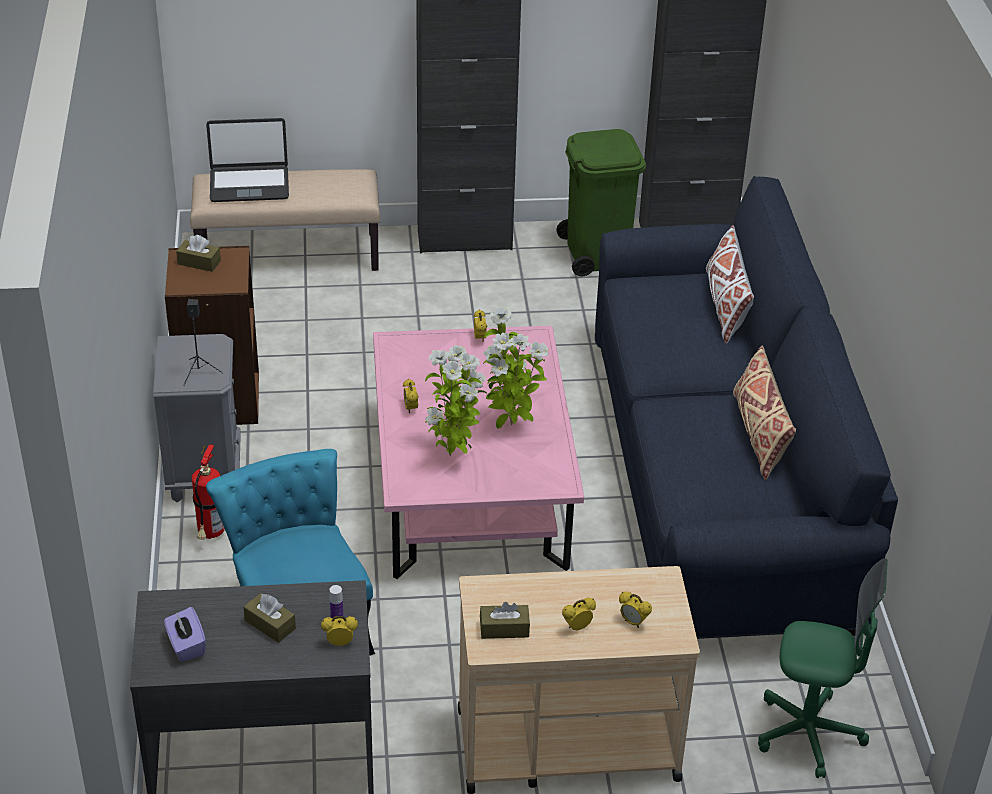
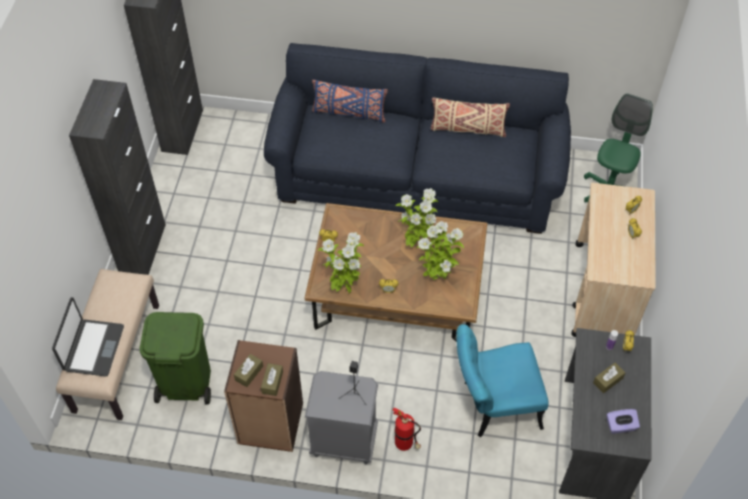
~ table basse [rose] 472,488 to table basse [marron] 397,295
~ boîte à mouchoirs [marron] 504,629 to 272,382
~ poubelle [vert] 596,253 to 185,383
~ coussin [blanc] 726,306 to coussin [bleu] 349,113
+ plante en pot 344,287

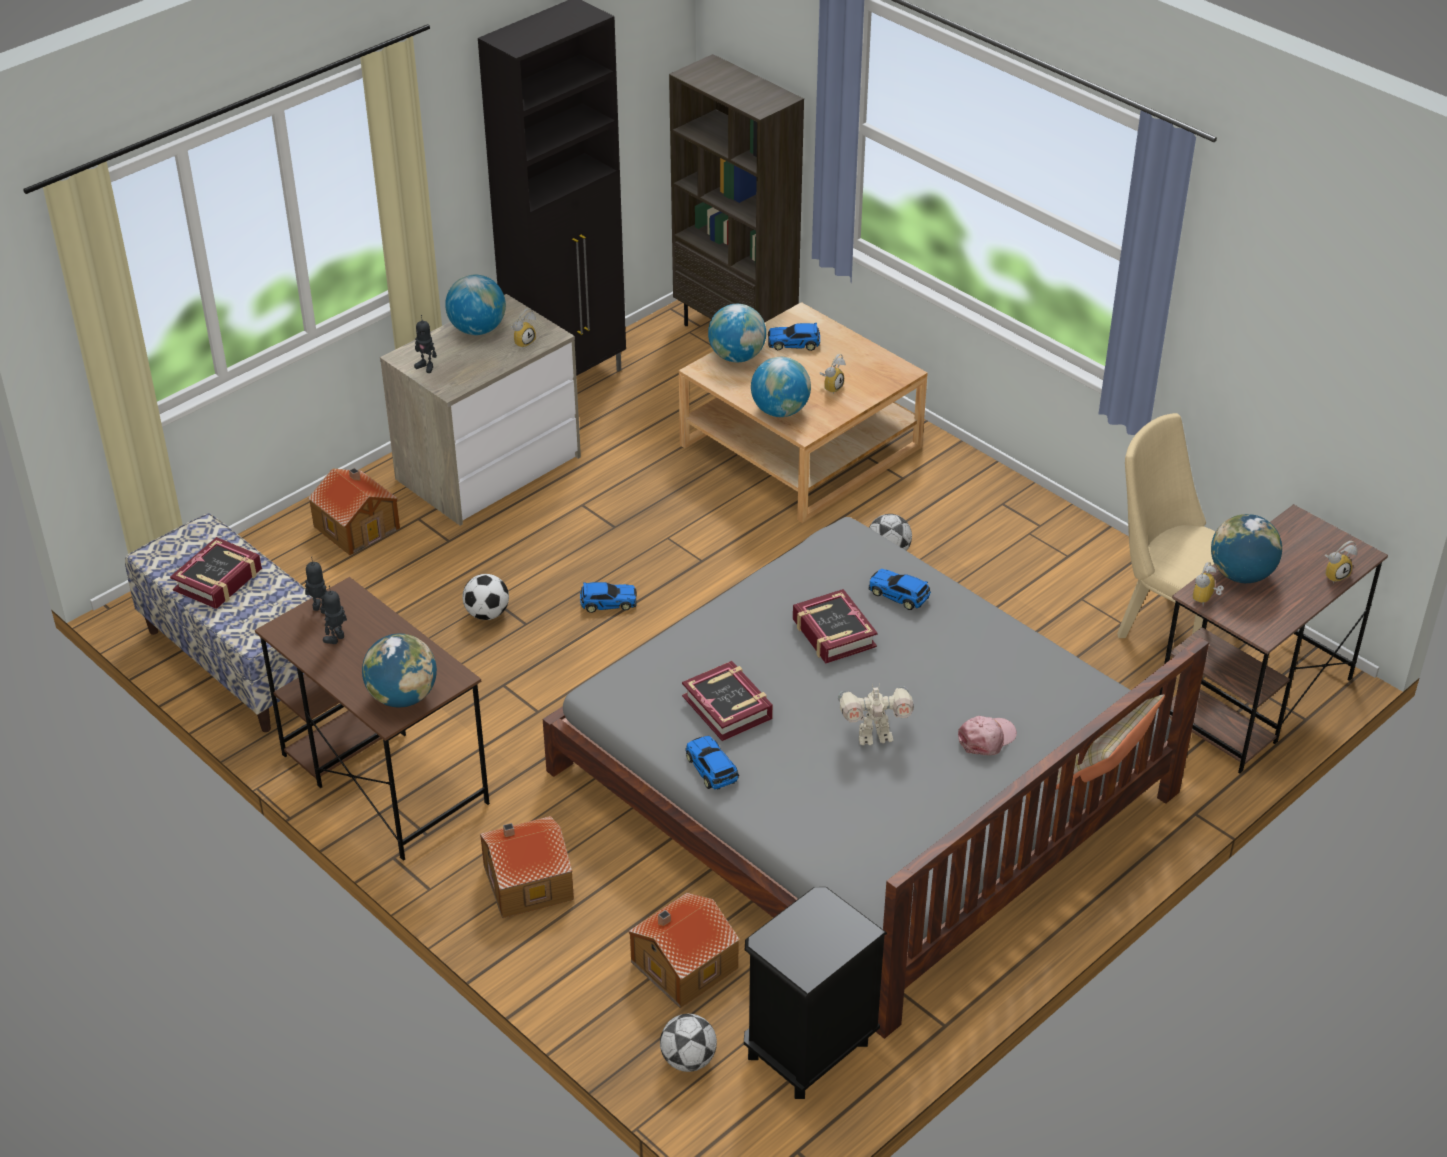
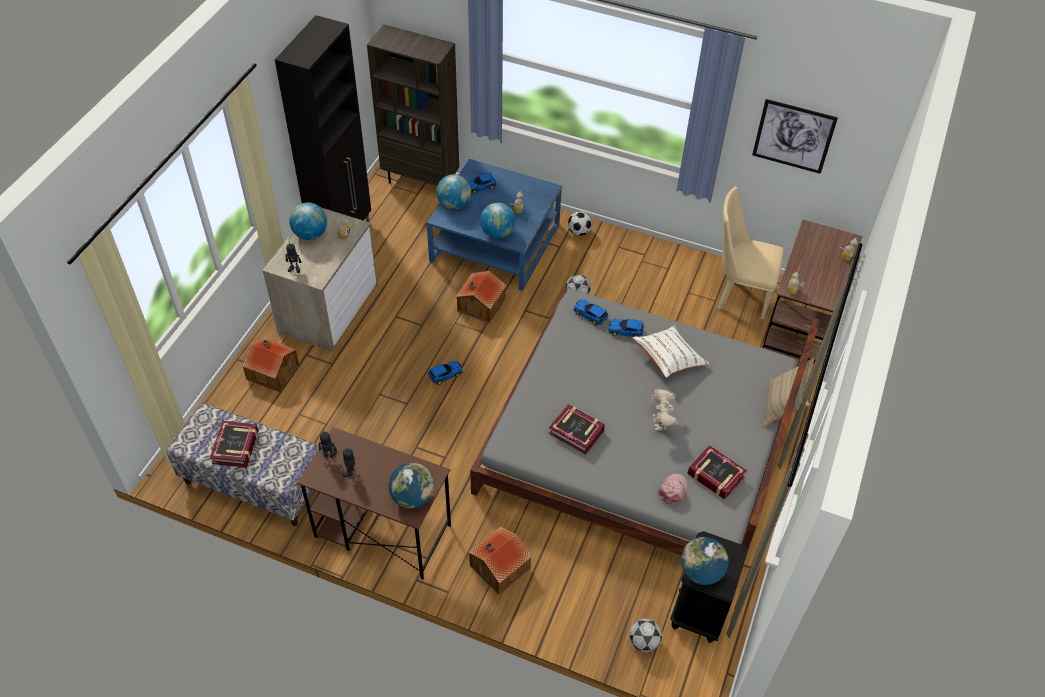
~ ballon de foot 487,614 to 579,232
~ maison miniature 682,965 to 480,305
~ table basse [beige] 800,446 to table basse [bleu] 495,242
~ petite voiture 712,769 to 590,315
~ livre 833,633 to 715,475
~ robot jouet 874,736 = 661,423 120 degrees clockwise
~ casquette [rose] 987,738 to 673,490
~ globe 1241,575 to 701,572
+ coussin [blanc] 668,359
+ tableau 793,136

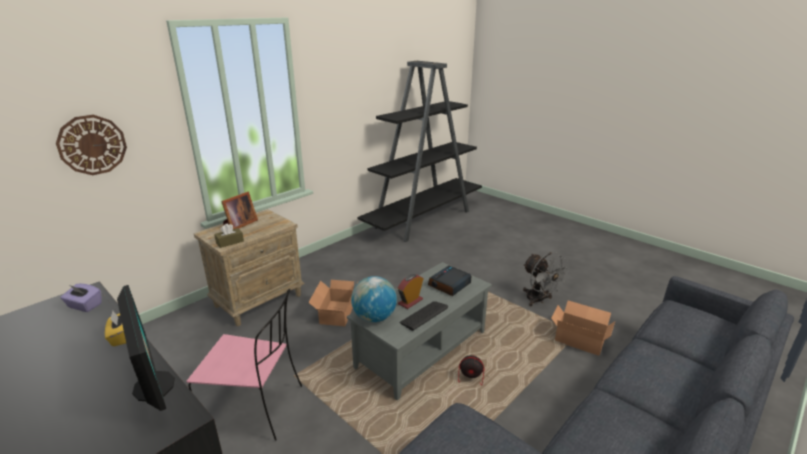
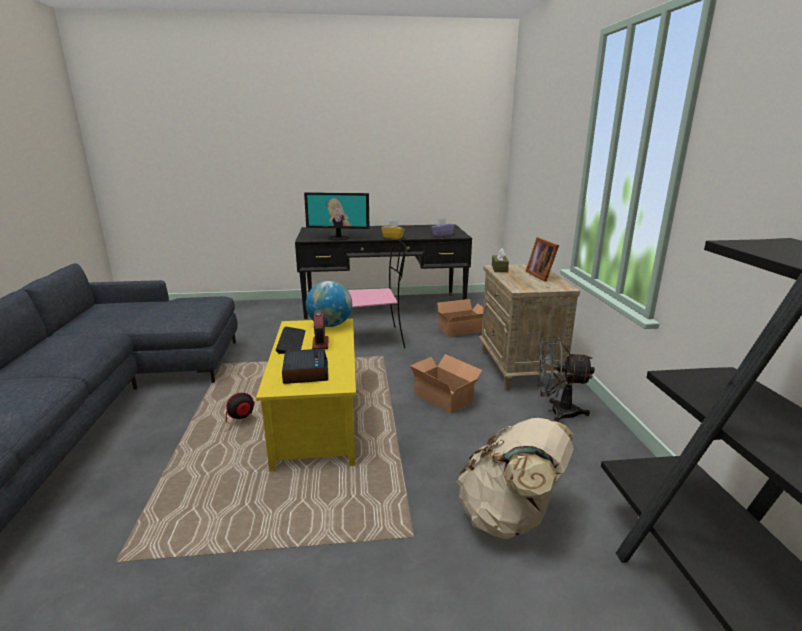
- horloge murale 92,145
~ chaise [rose] 255,407 = 372,340 150 degrees counterclockwise
~ table basse [gris] 422,350 to table basse [jaune] 316,418
~ ventilateur [gris] 539,300 to 556,412
~ carton 578,338 to 461,330
+ sac à dos [beige] 509,517

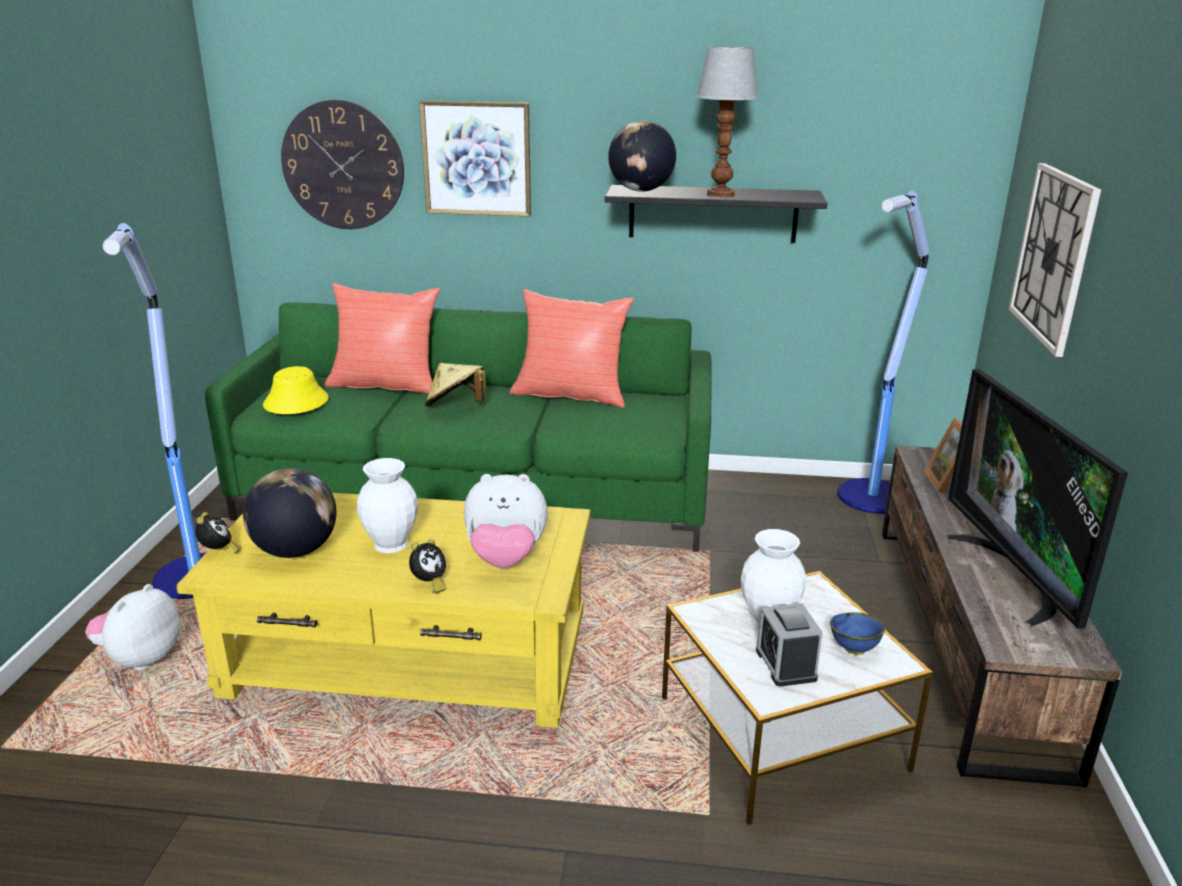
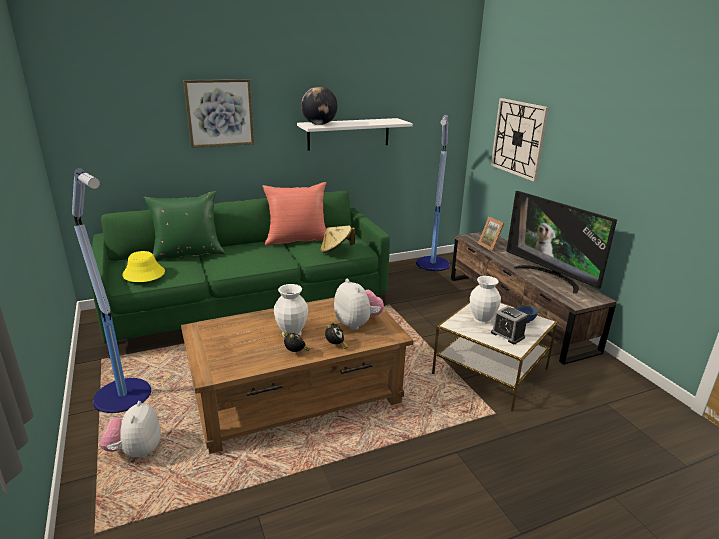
~ table basse [jaune] 410,659 to table basse [marron] 298,397
~ réveil 219,552 to 296,353
- globe 295,551
- horloge murale 343,165
~ coussin [rouge] 386,385 to coussin [vert] 188,254
~ chapeau [beige] 455,406 to 336,250
~ peluche 506,559 = 357,324 90 degrees counterclockwise
~ étagère [noir] 713,213 to étagère [blanc] 348,134
- lampe de table 720,195

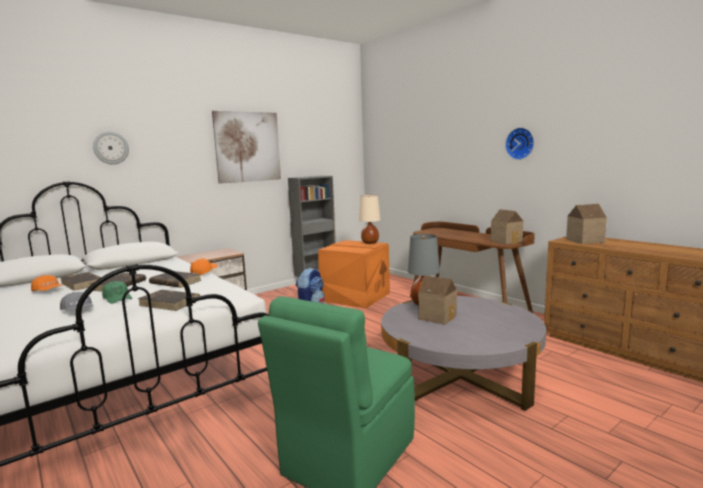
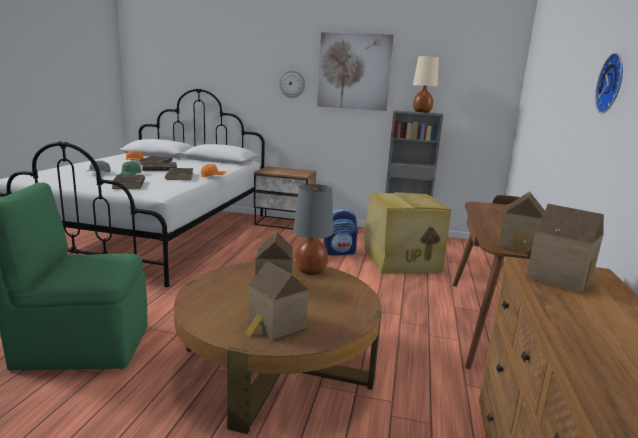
~ horloge murale 111,148 to 292,83
~ boîte de rangement [orange] 356,297 to boîte de rangement [beige] 400,261
~ lampe de table [beige] 370,243 to 421,112
~ table basse [gris] 459,375 to table basse [marron] 277,364
+ maison miniature 275,326

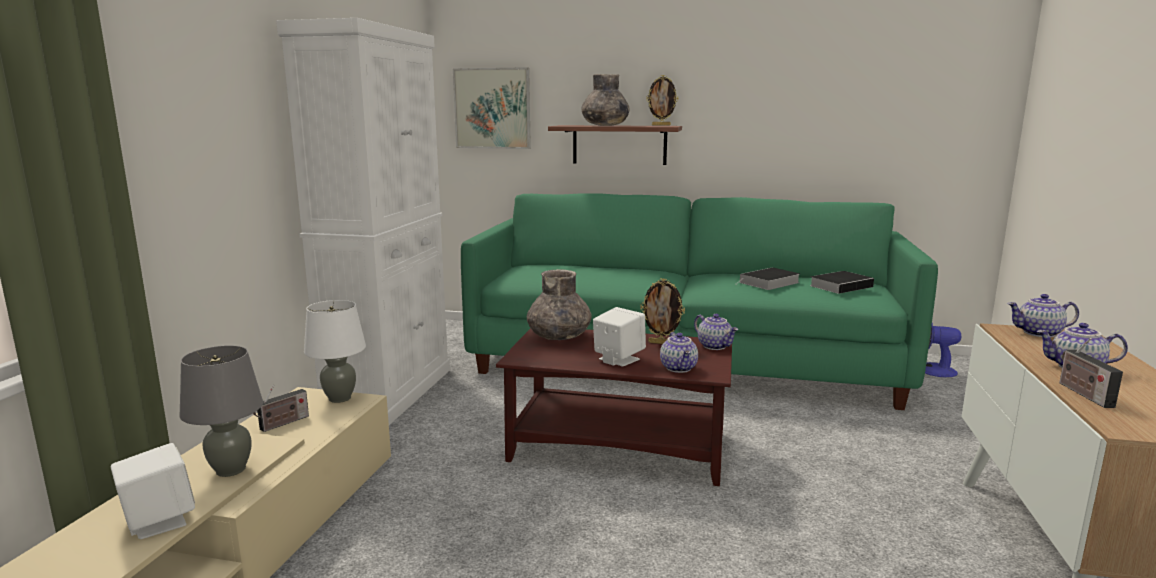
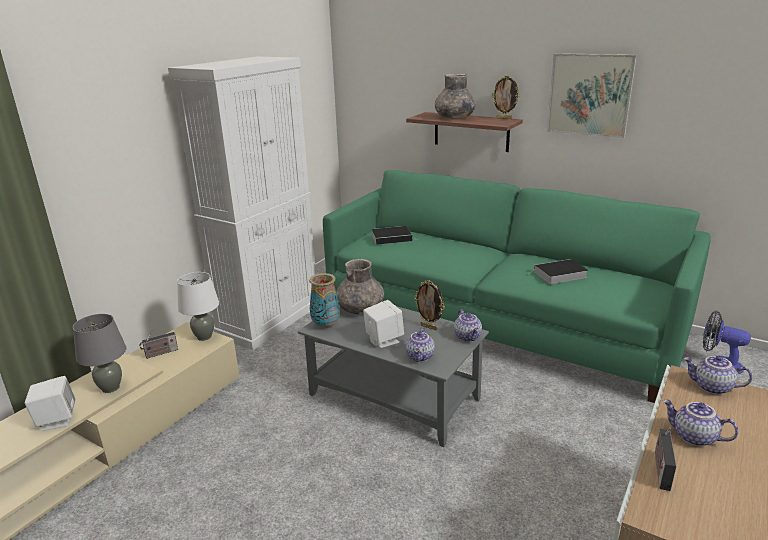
~ tableau 492,108 to 589,95
~ table basse [marron] 620,446 to table basse [gris] 395,397
~ livre 841,286 to 392,238
+ vase 326,325

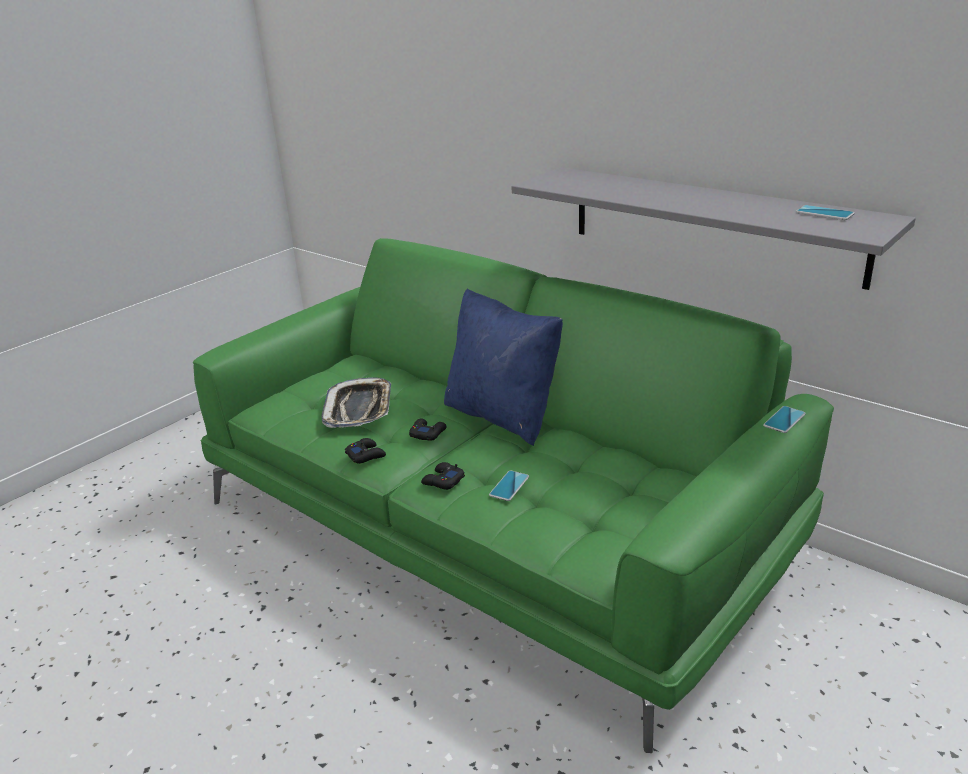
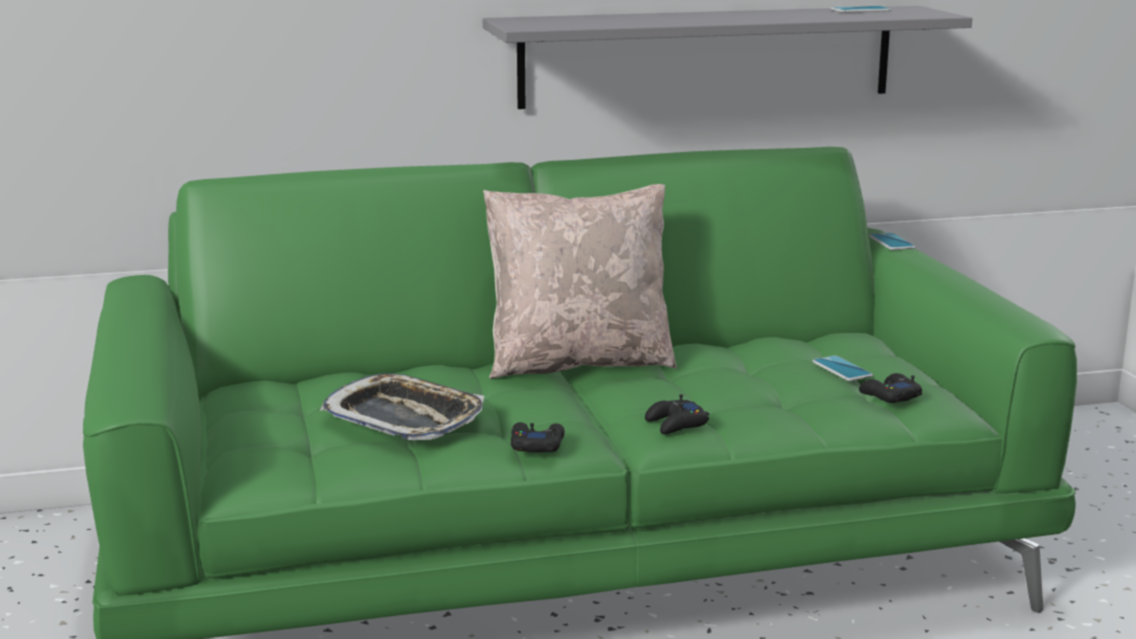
~ manette [noir] 427,433 to 889,396
~ coussin [bleu] 503,416 to coussin [beige] 579,362
~ téléphone 509,486 to 842,369

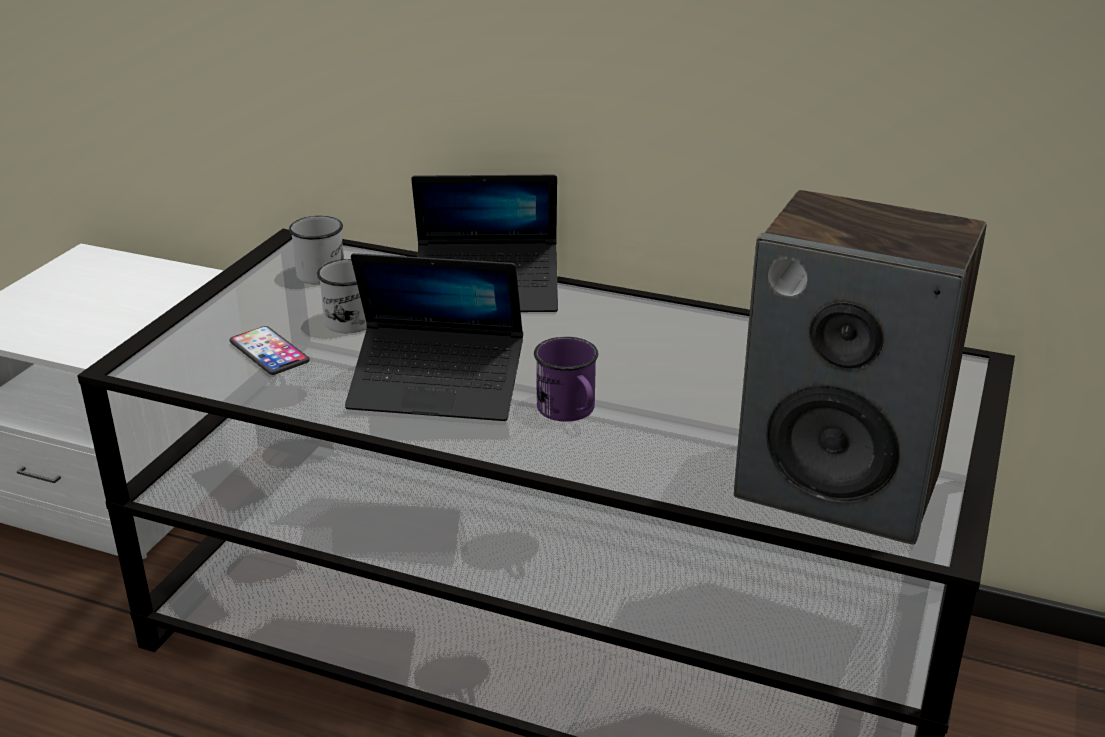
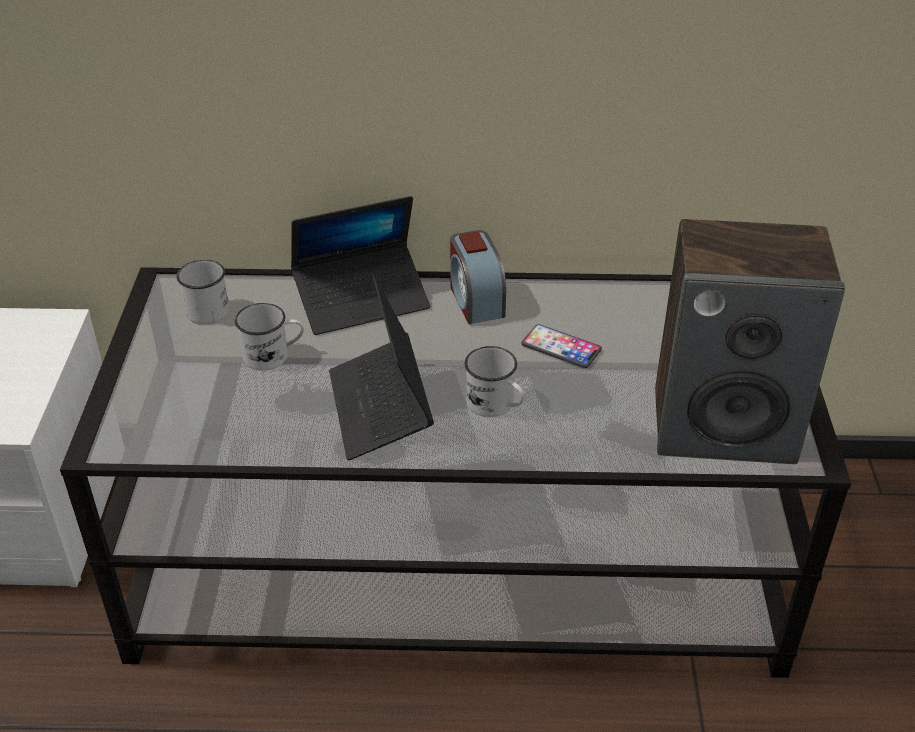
~ téléphone 269,352 to 561,347
~ ordinateur portable 437,388 = 380,408 90 degrees clockwise
~ mug [violet] 570,411 to mug [blanc] 496,405
+ réveil 475,300

